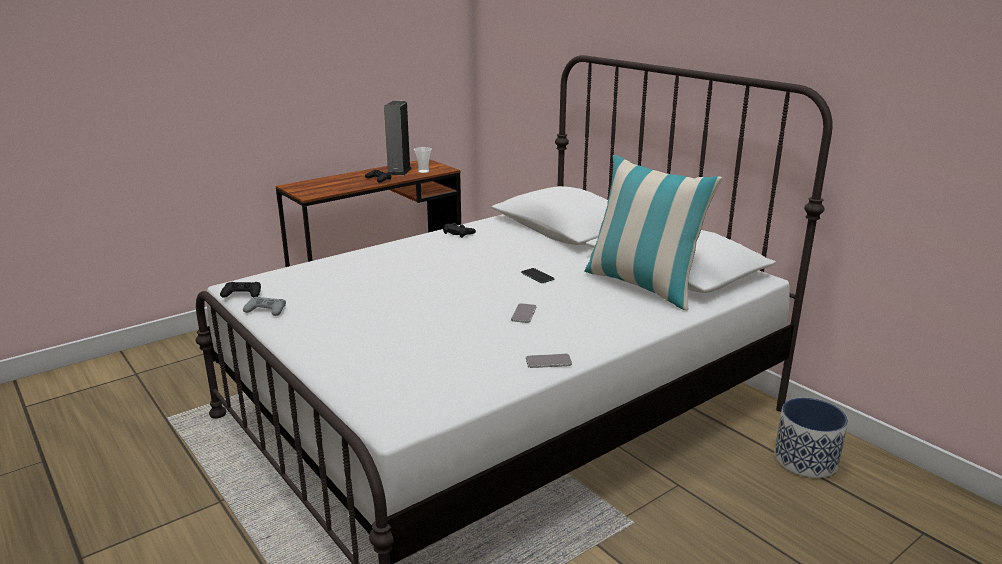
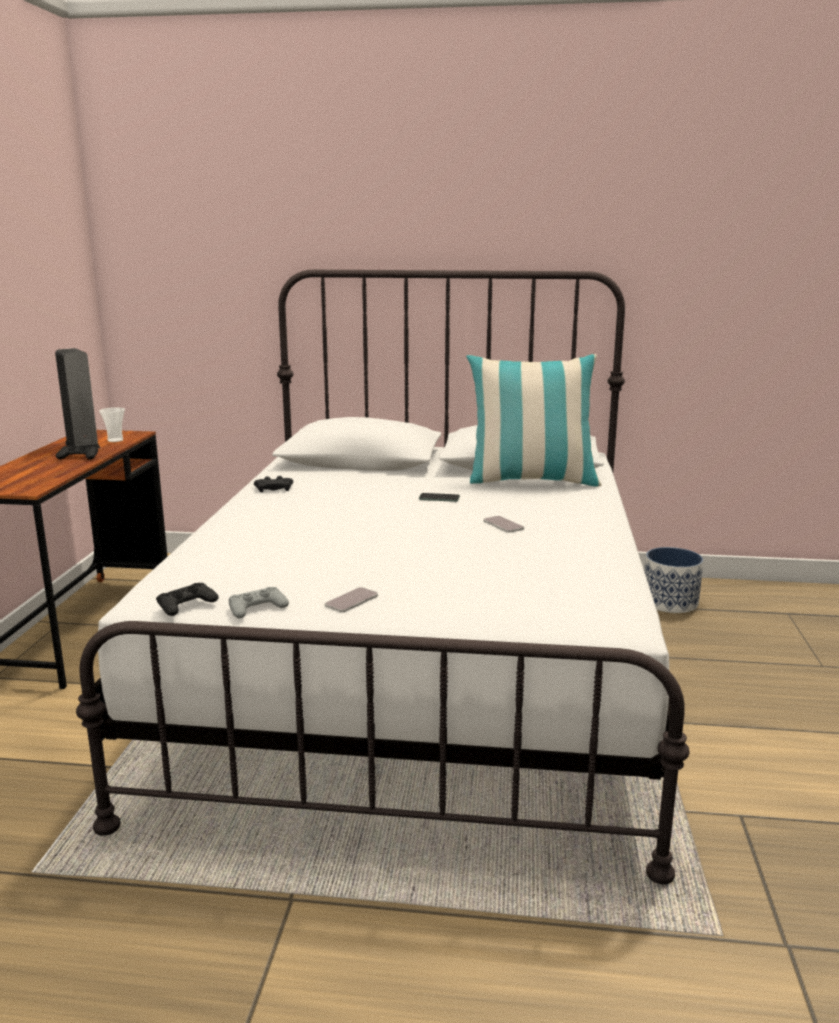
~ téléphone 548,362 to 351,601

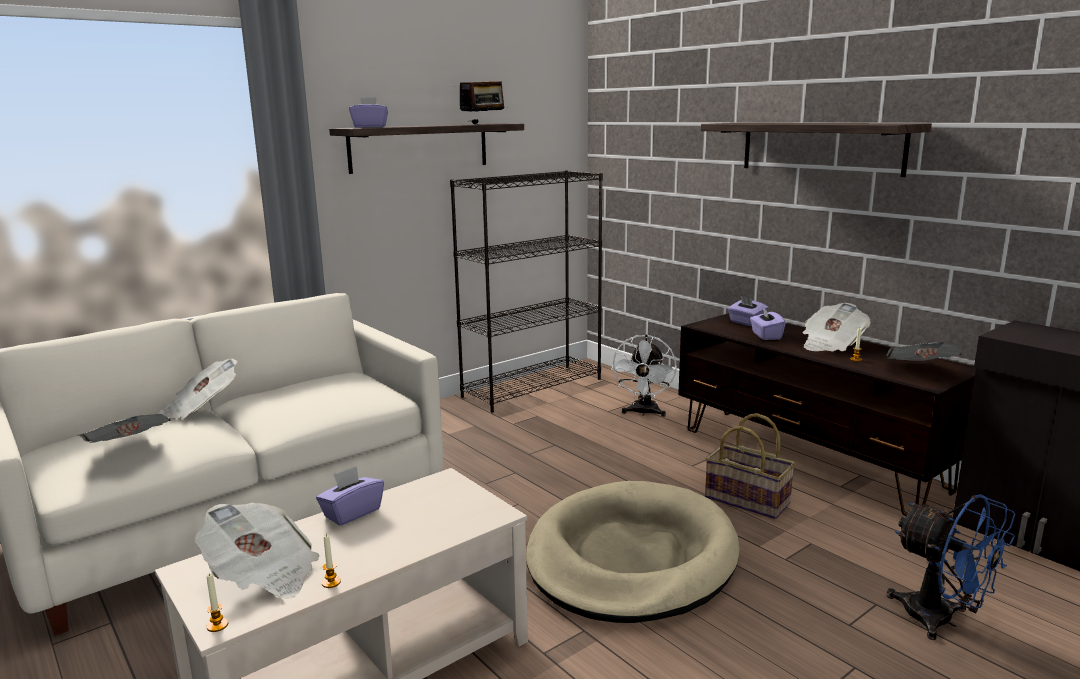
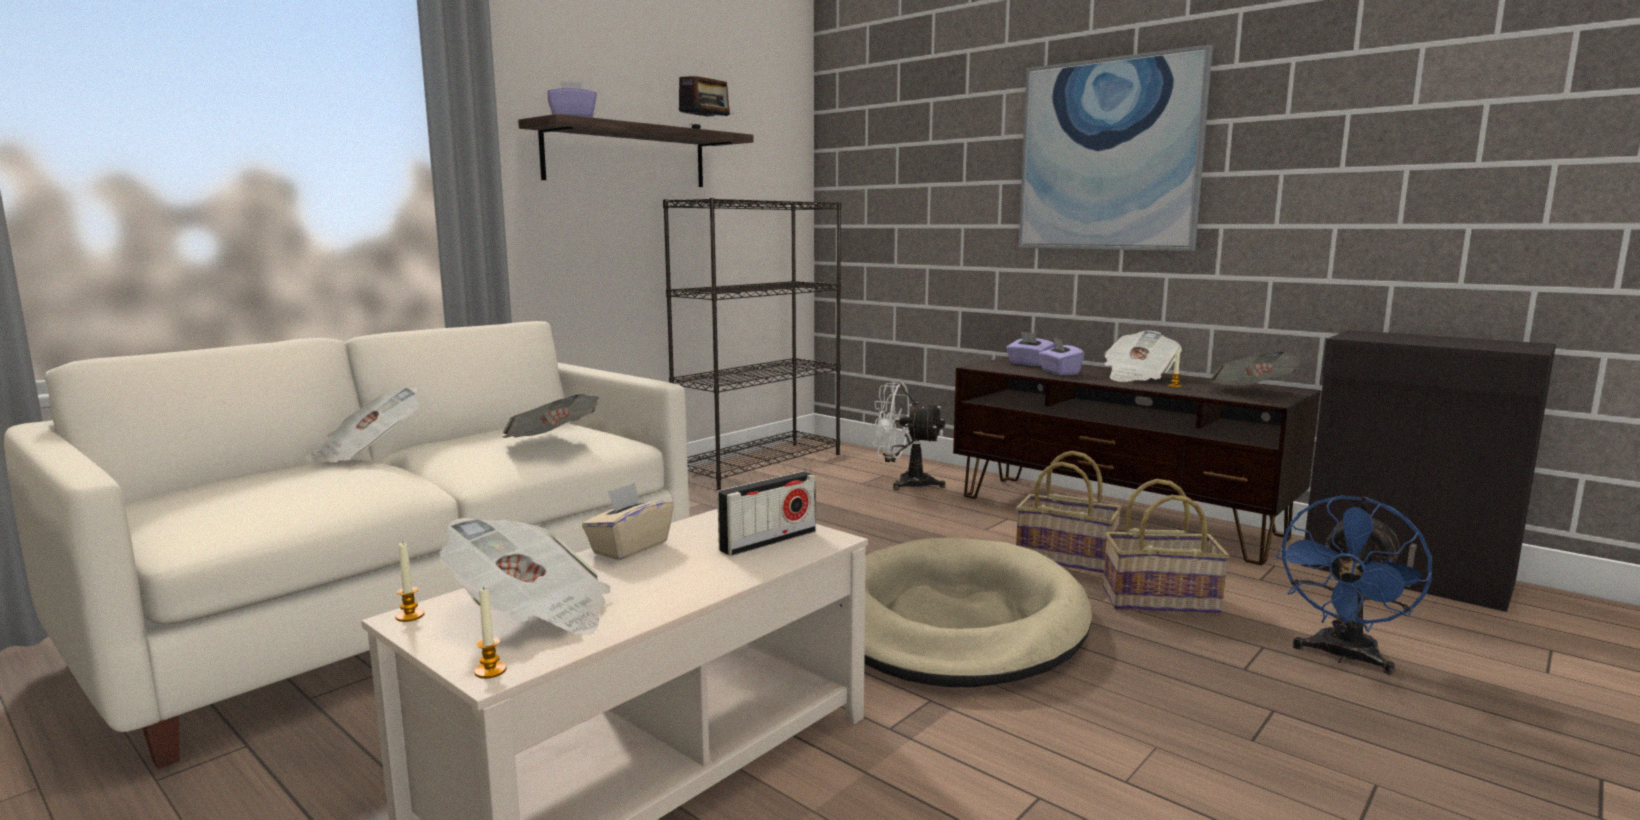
~ journal 130,449 to 552,443
~ boîte à mouchoirs [violet] 352,513 to boîte à mouchoirs [beige] 629,548
~ bougie 331,582 to 410,616
~ ventilateur [blanc] 643,413 = 905,483 105 degrees clockwise
~ étagère 820,147 to tableau 1109,155
~ ventilateur [bleu] 941,620 = 1342,657 90 degrees clockwise
+ radio 768,541
+ panier 1160,600

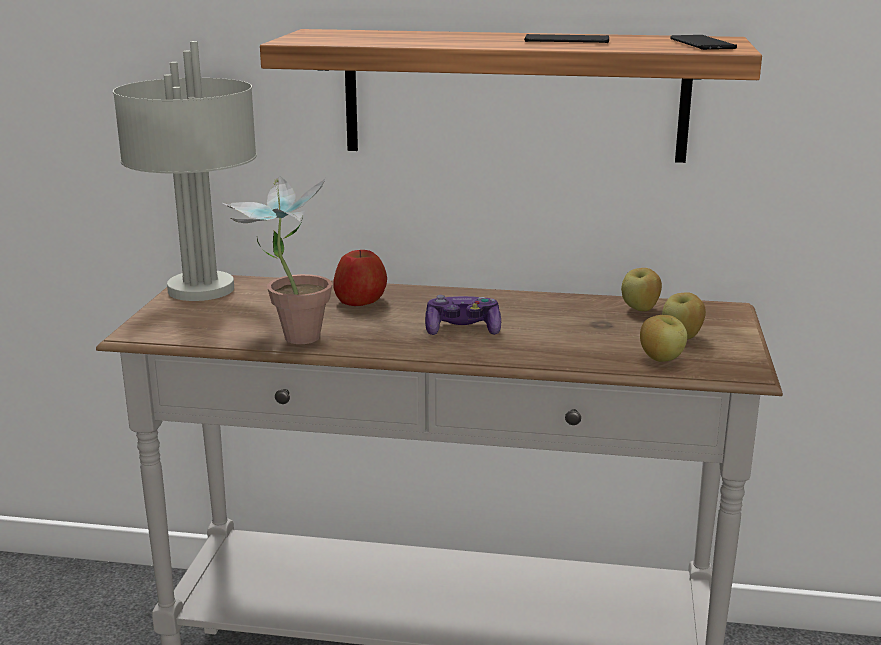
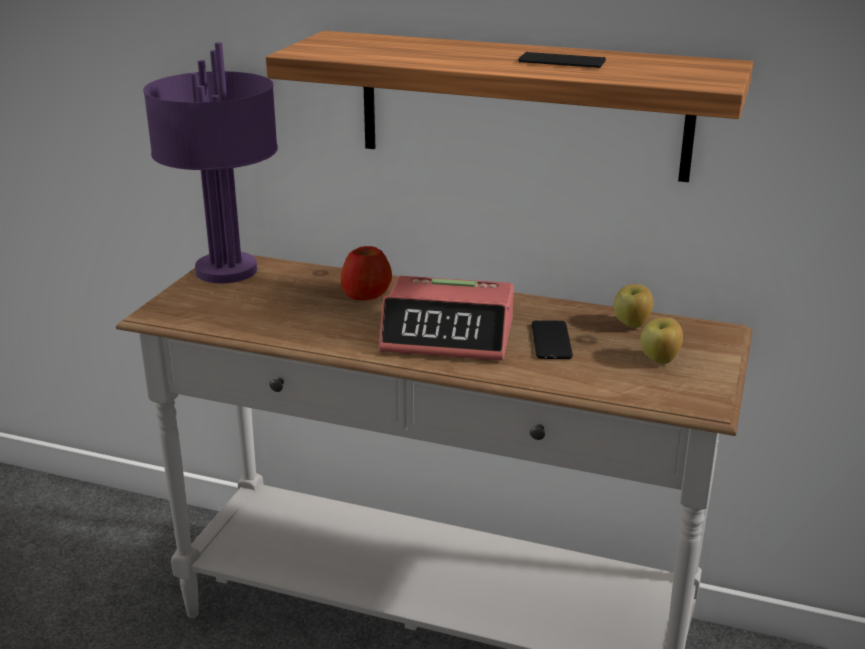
~ lampe de table [gris] 200,290 to lampe de table [violet] 225,271
- plante en pot 288,338
~ manette 462,330 to réveil 449,335
- pomme 661,359
~ téléphone 702,44 to 551,341

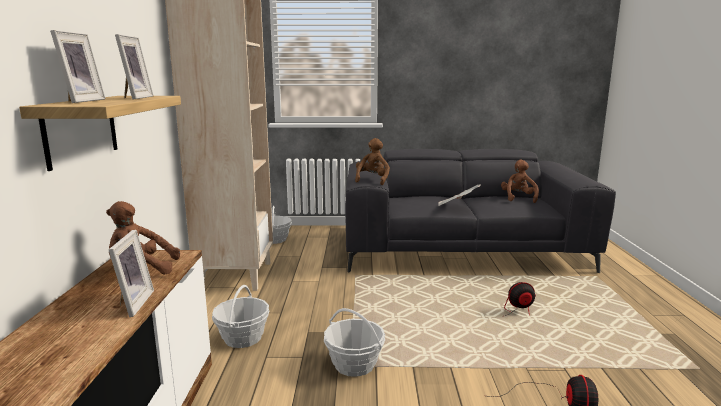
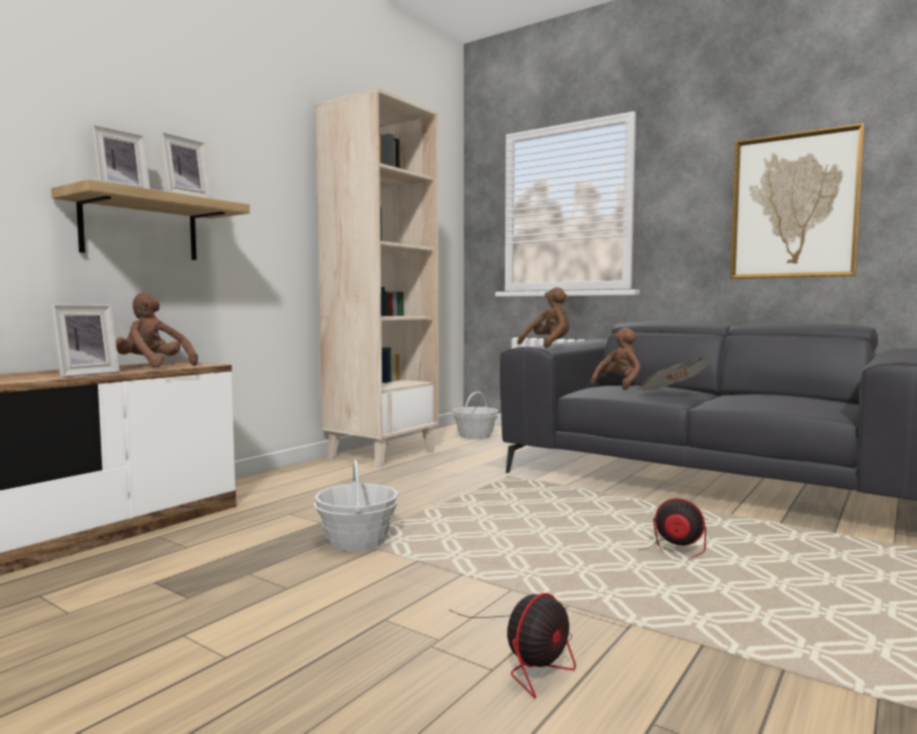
- panier 243,338
~ peluche [marron] 518,198 to 619,386
+ tableau 794,206

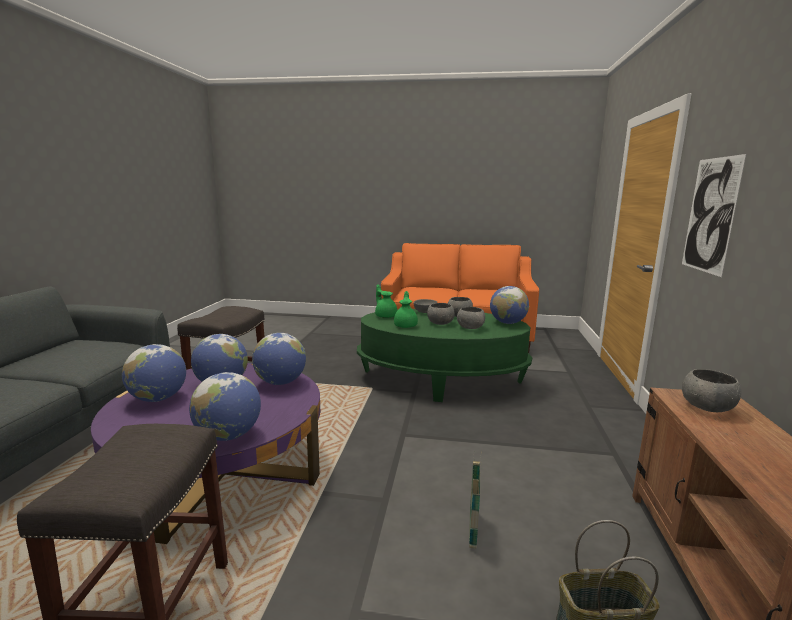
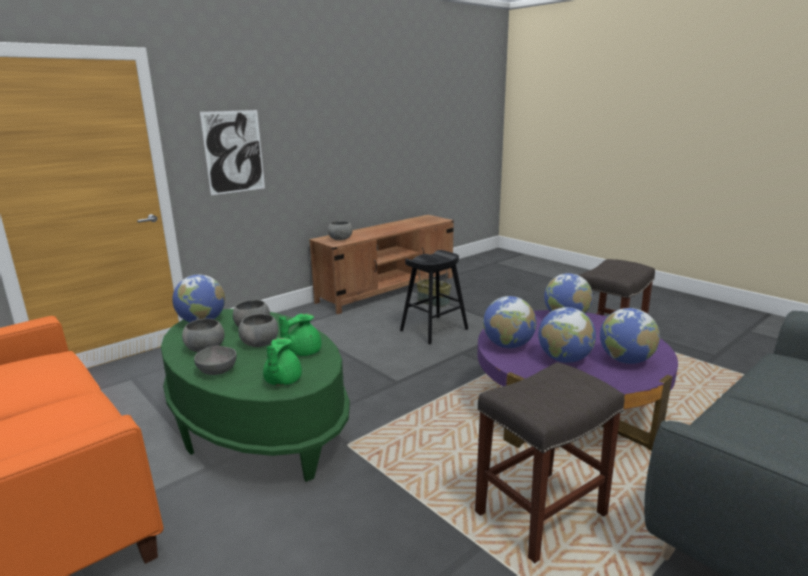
~ panier 472,529 to tabouret [noir] 434,330

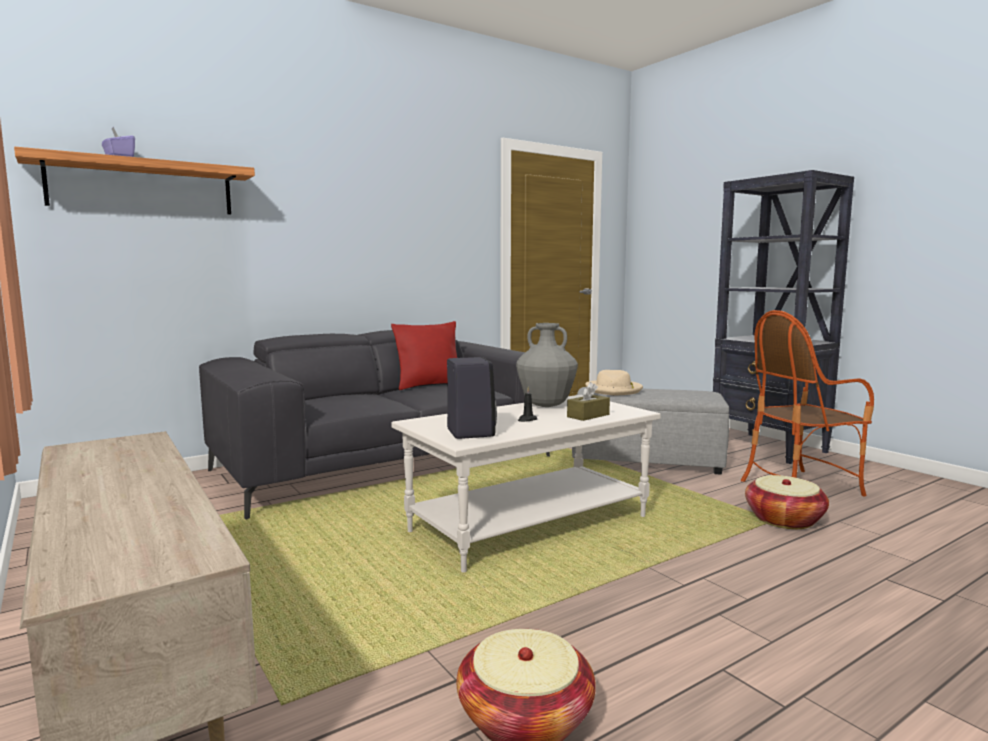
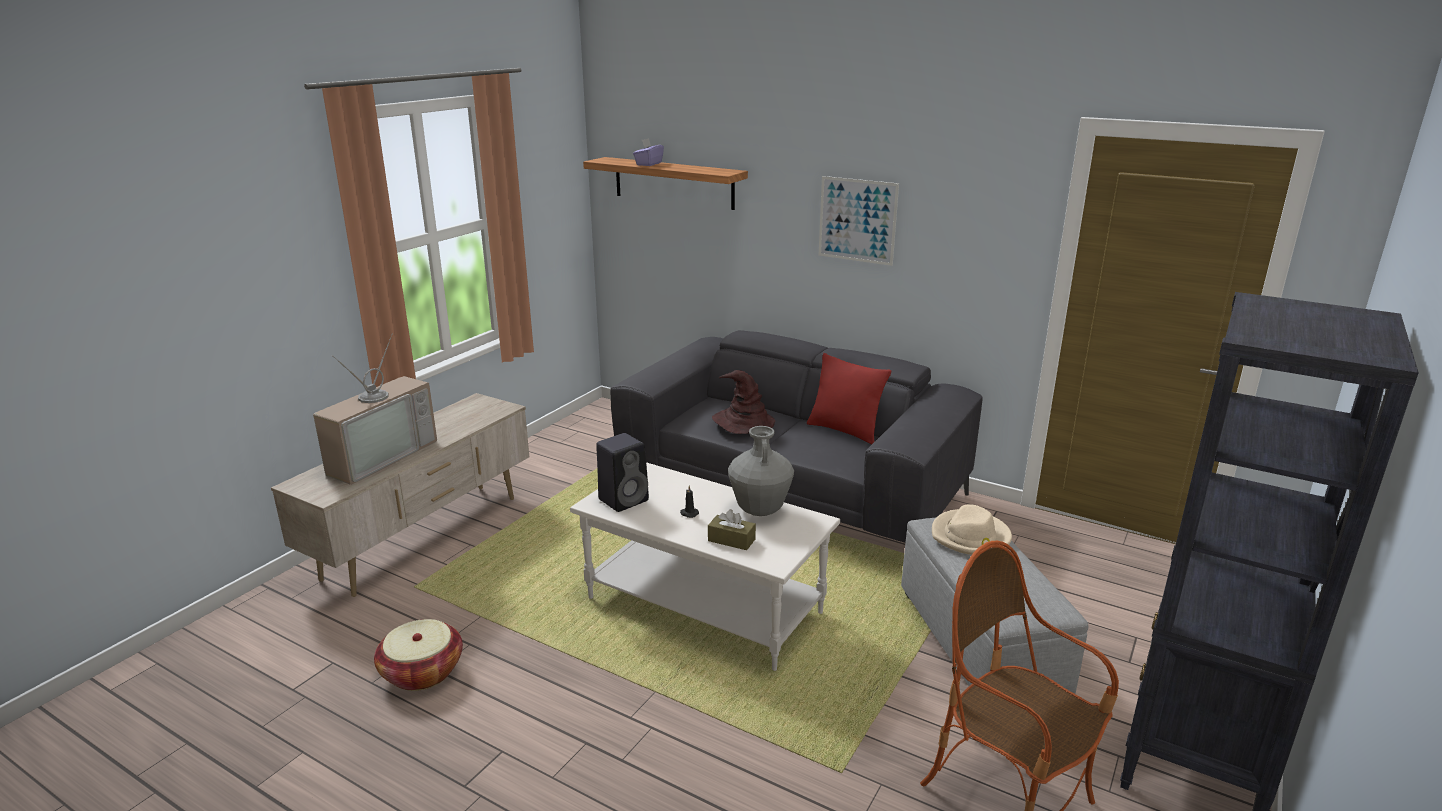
- panier 784,520
+ téléviseur 378,455
+ chapeau [marron] 743,422
+ tableau 857,220

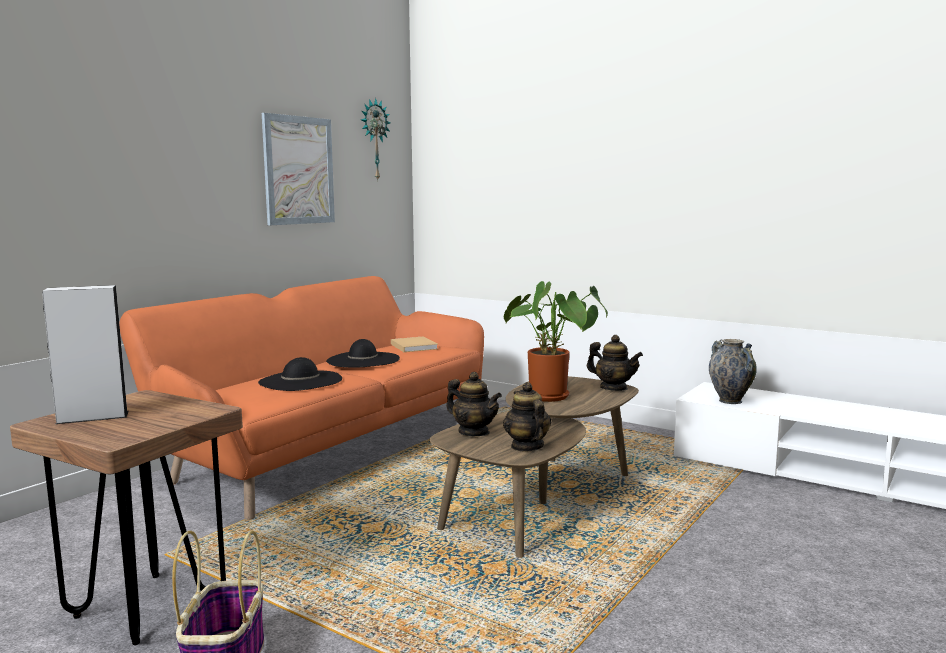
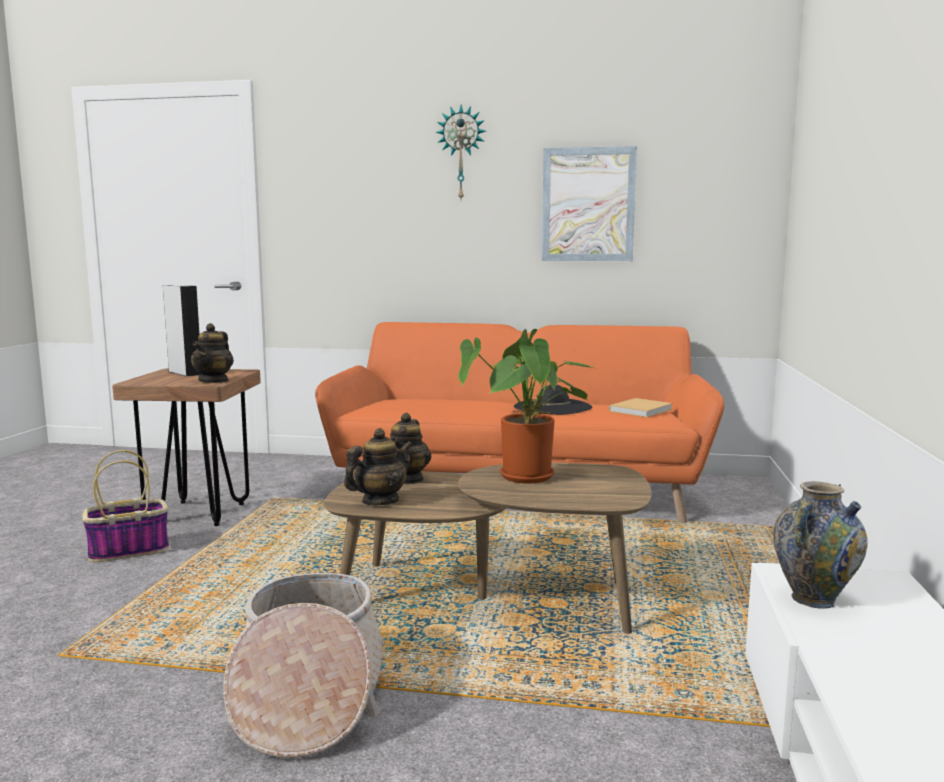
- chapeau [noir] 300,381
~ horloge murale 373,140 to 461,153
~ théière 613,388 to 214,381
+ panier 308,695

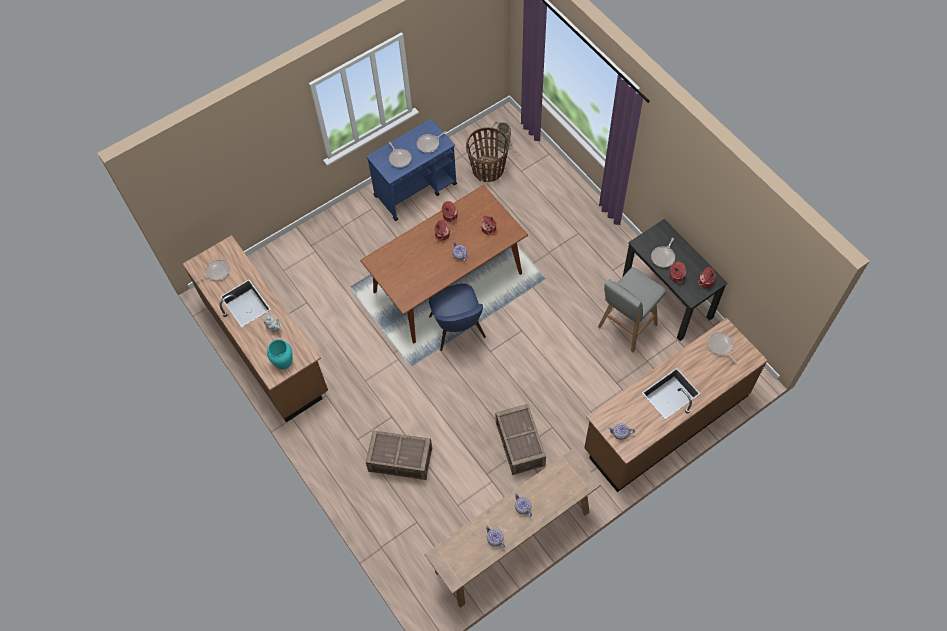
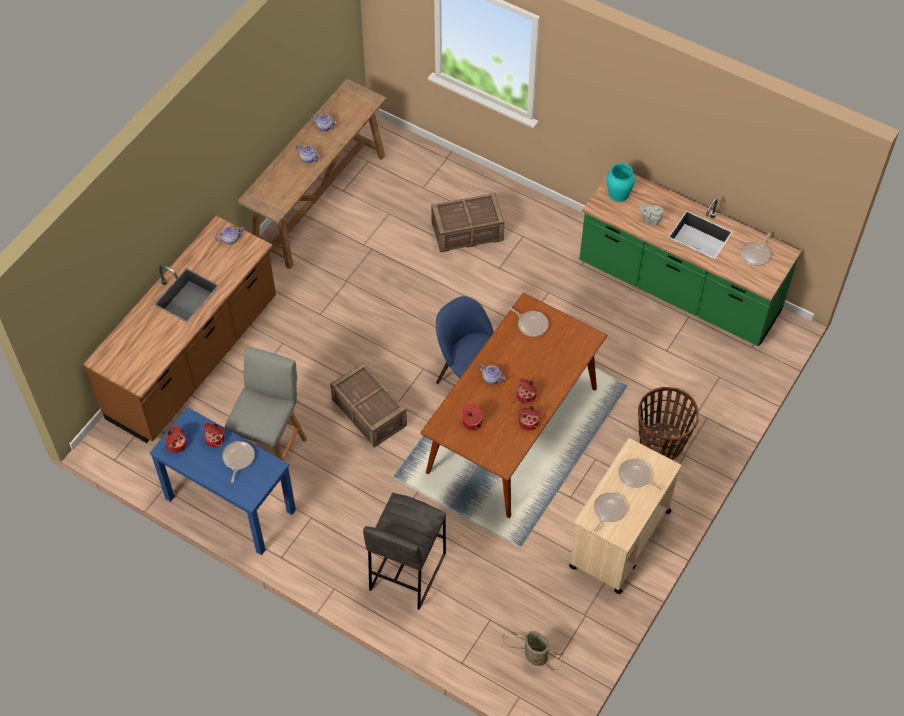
~ comptoir de cuisine [marron] 266,347 to comptoir de cuisine [vert] 678,289
~ chariot [bleu] 416,190 to chariot [beige] 619,539
~ panier 488,170 to 661,442
~ caisse 519,444 to 370,413
~ bureau [noir] 667,298 to bureau [bleu] 230,504
~ poêle 720,346 to 531,324
+ tabouret [gris] 406,571

